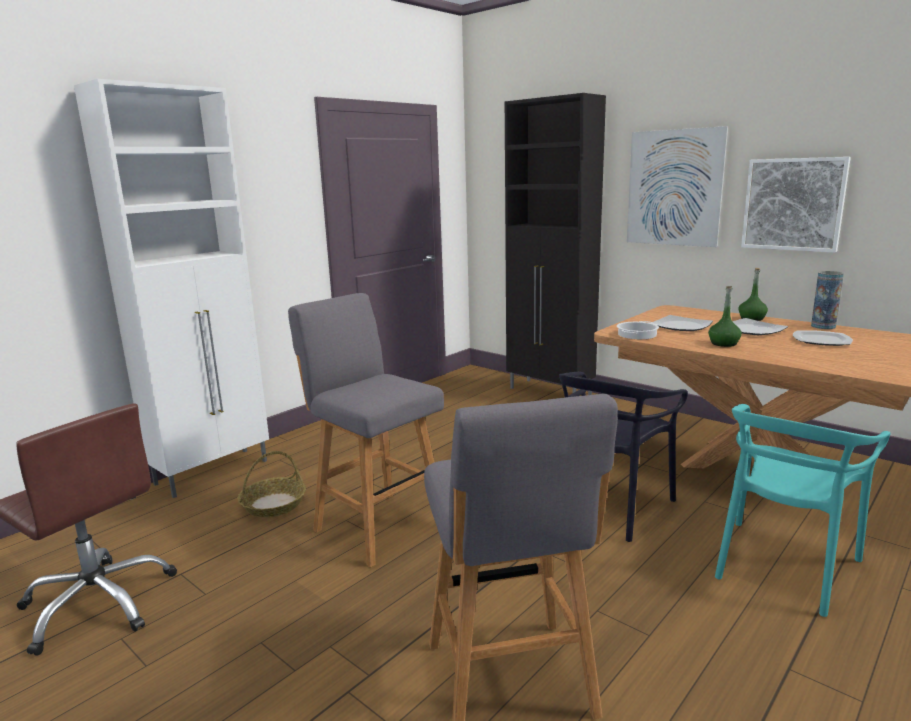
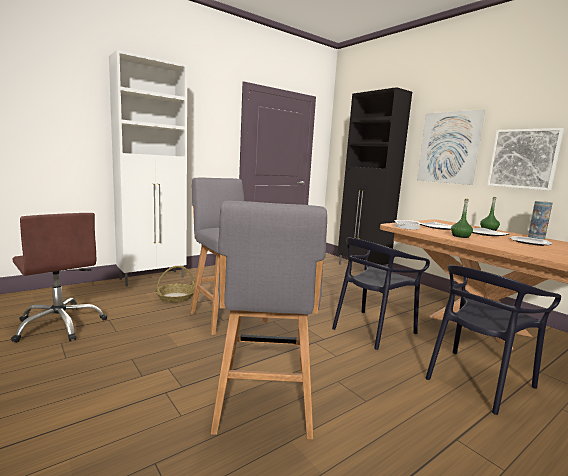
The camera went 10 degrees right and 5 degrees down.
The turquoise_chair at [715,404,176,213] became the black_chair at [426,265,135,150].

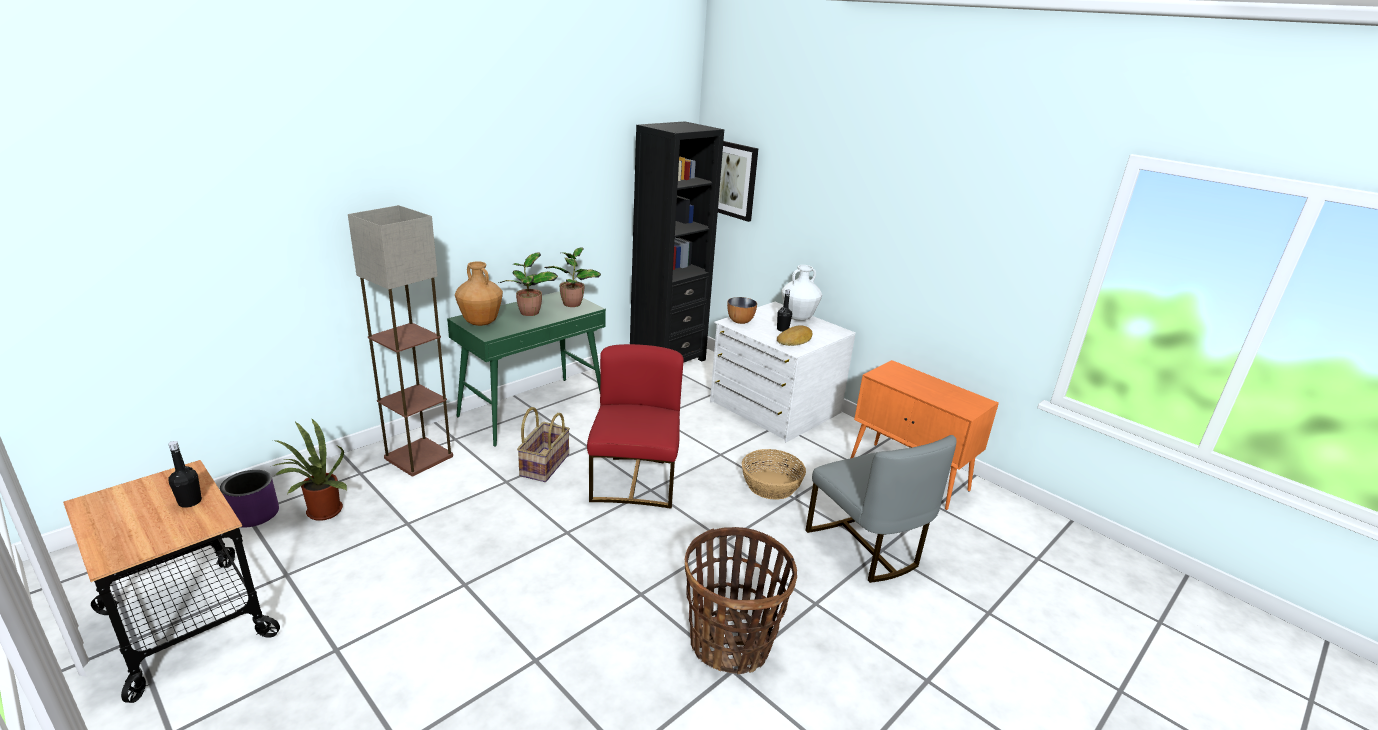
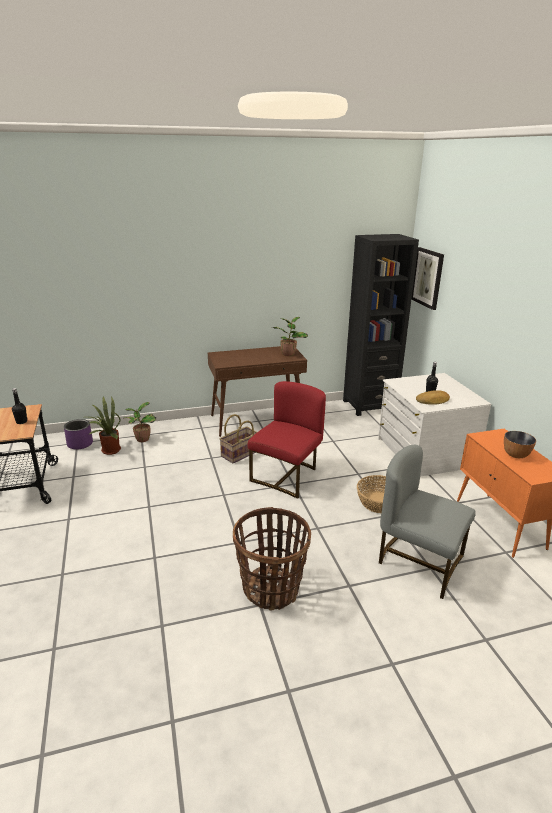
The camera went 30 degrees right and 0 degrees up.
The floor_lamp at [348,205,105,271] disappeared.
The green_console_table at [447,291,159,156] became the brown_console_table at [208,346,99,91].
The brown_vase at [455,262,48,64] disappeared.
The potted_plant moved from [498,252,60,64] to [123,402,33,40].
The bowl moved from [727,297,30,27] to [504,431,32,27].
The white_vase at [782,265,40,56] disappeared.
The grey_chair at [805,435,152,148] turned 120 degrees clockwise.

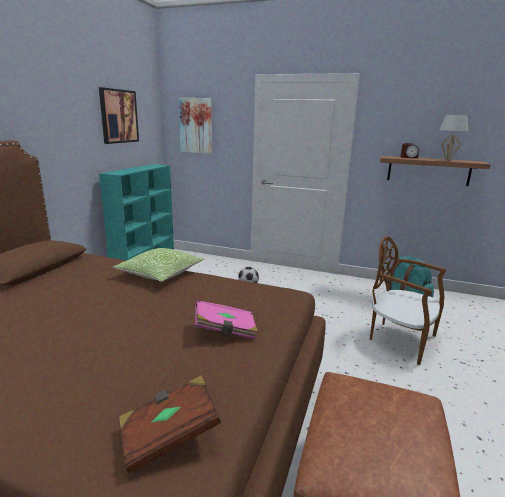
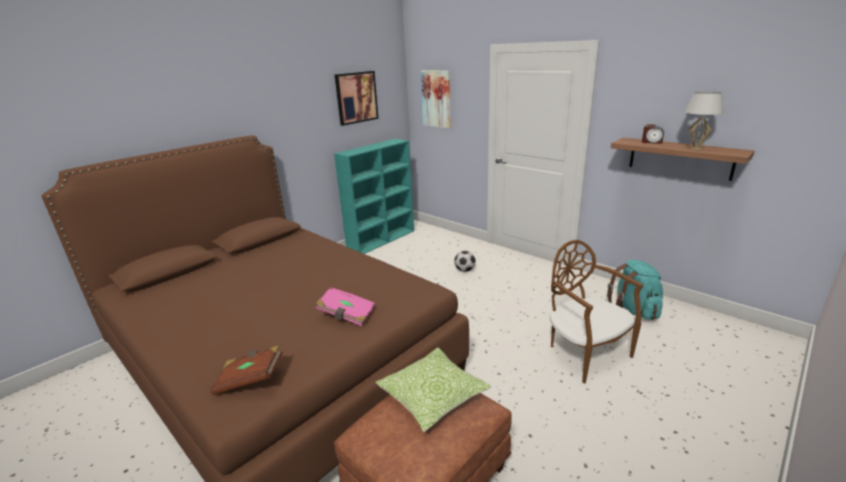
The camera went 25 degrees right and 5 degrees up.
The pillow moved from [113,248,91,34] to [376,348,115,84].

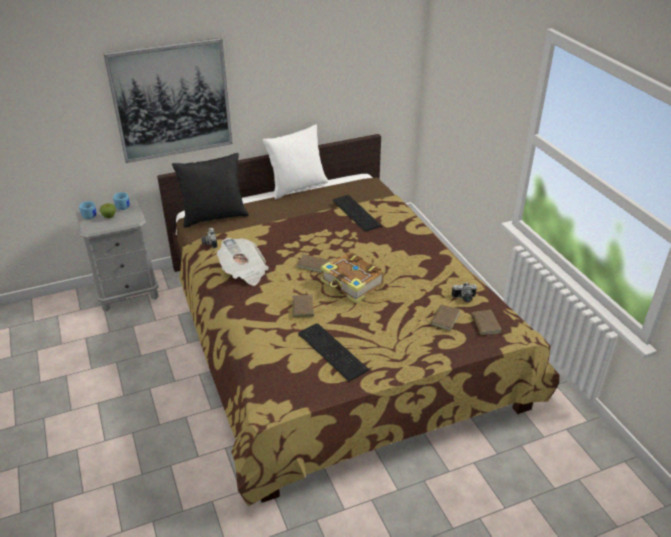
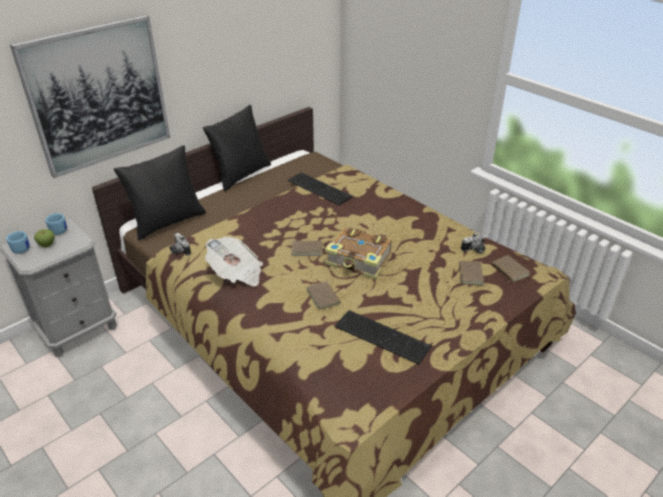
The camera went 20 degrees left and 0 degrees up.
The white_pillow at [263,125,65,74] became the black_pillow at [203,105,68,86].

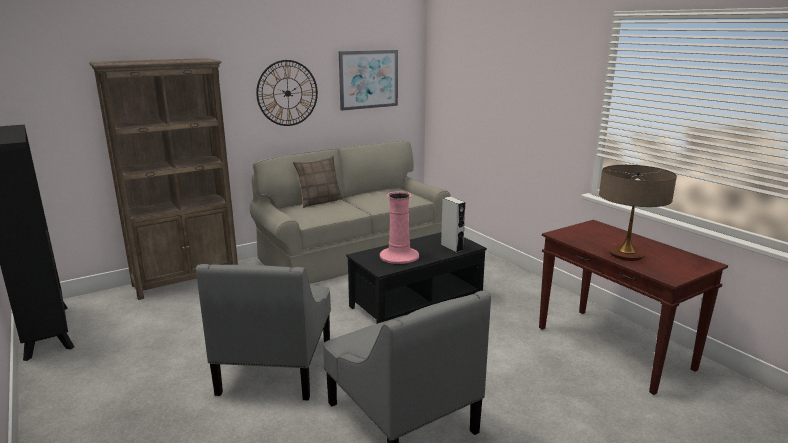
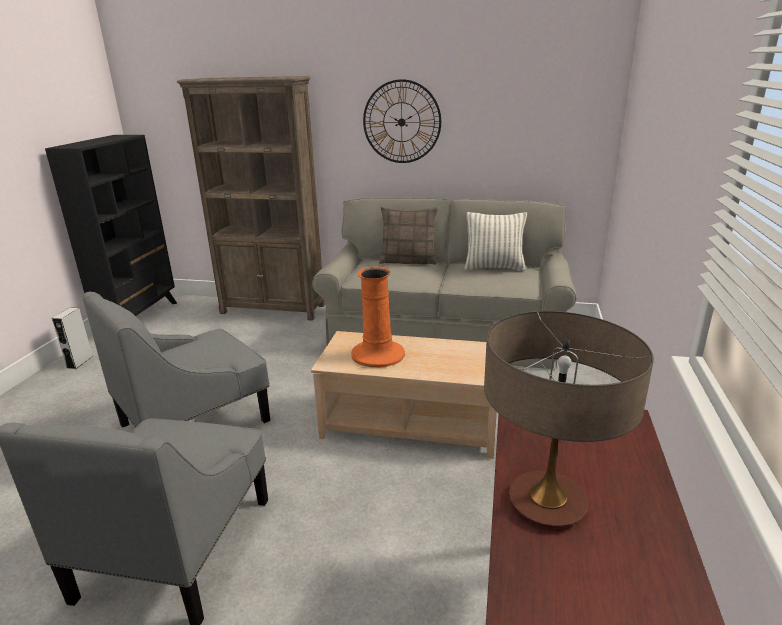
The camera went 45 degrees right and 5 degrees up.
The picture at [339,50,59,61] disappeared.
The black_coffee_table at [346,232,141,92] became the beige_coffee_table at [311,331,186,128].
The pink_vase at [380,191,39,73] became the orange_vase at [351,266,54,101].
The grey_speaker moved from [441,196,24,57] to [52,307,41,62].
The pillow at [464,212,63,59] appeared.

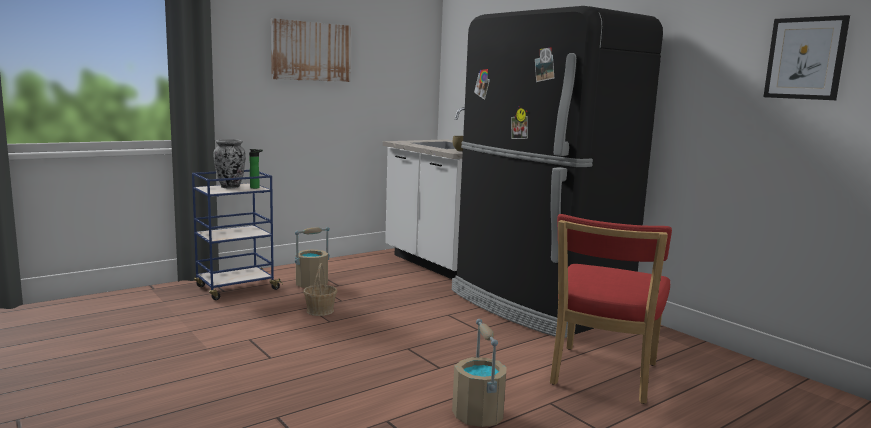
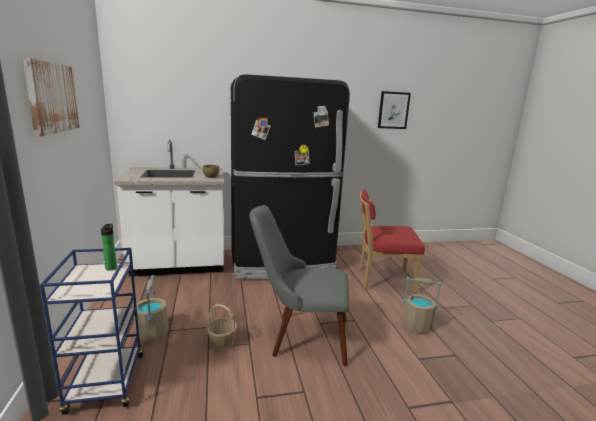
The camera went 65 degrees left and 5 degrees up.
The vase at [213,139,33,49] disappeared.
The red_chair at [550,214,122,190] turned 135 degrees clockwise.
The grey_chair at [249,205,100,161] appeared.

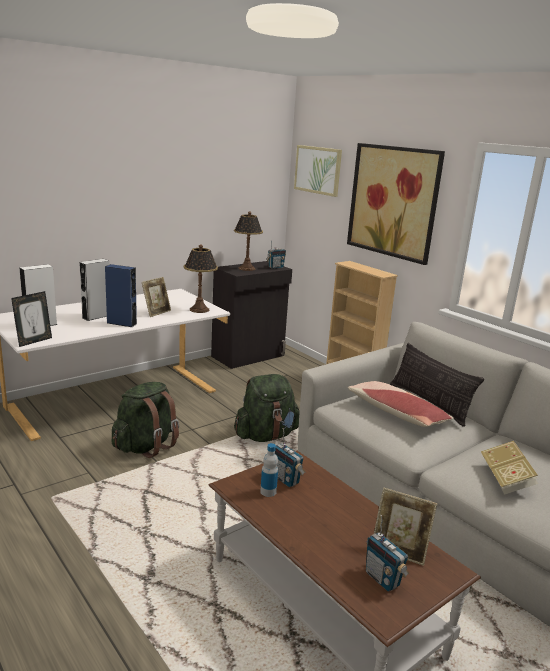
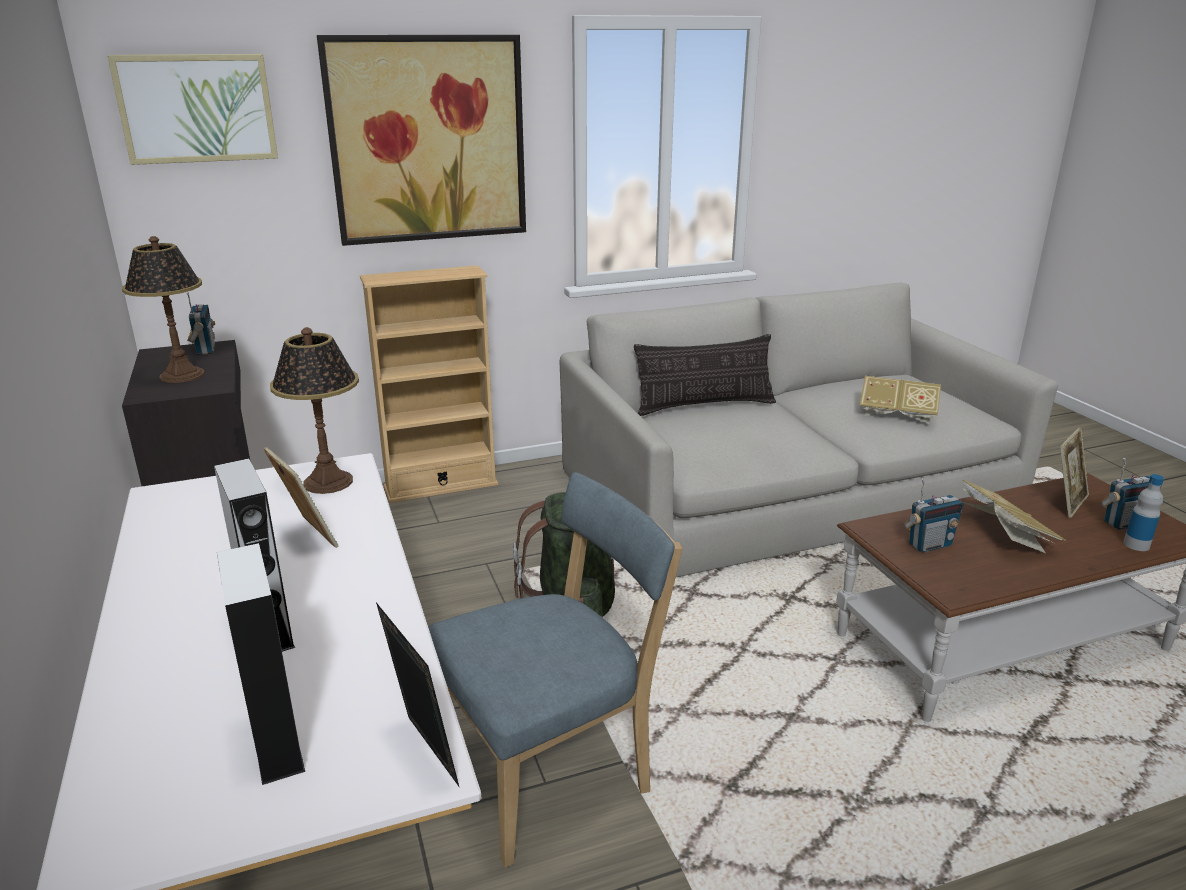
The camera went 70 degrees left and 5 degrees up.
The blue_speaker at [105,264,32,63] disappeared.
The green_backpack at [112,382,67,76] was replaced by the blue_chair at [428,472,255,396].
The bottle moved from [260,443,18,54] to [1123,474,41,77].
The pillow at [348,381,106,46] disappeared.
The book at [961,479,104,74] appeared.

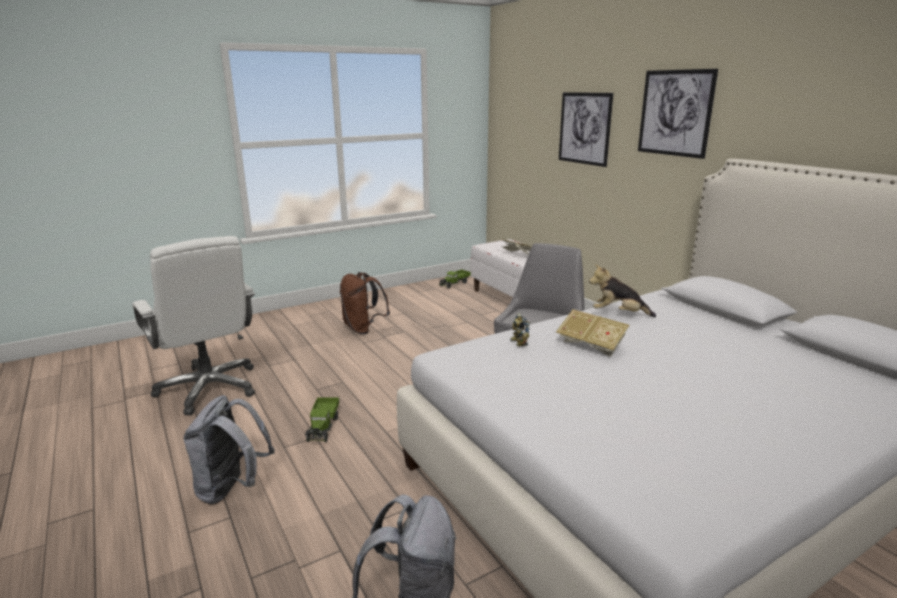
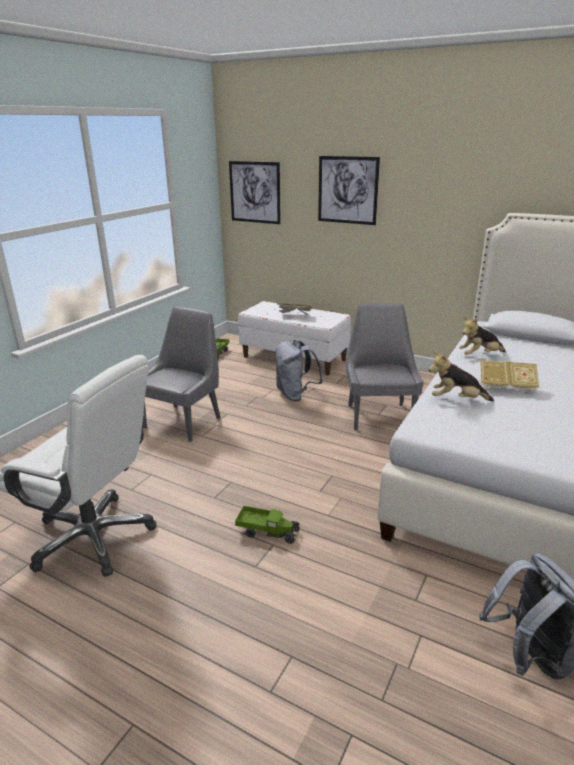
The camera went 30 degrees left and 5 degrees up.
The grey_backpack moved from [184,395,91,109] to [275,340,48,61].
The toy_truck at [305,397,34,45] turned 45 degrees counterclockwise.
The brown_backpack at [340,272,50,62] was replaced by the grey_chair at [142,307,78,135].
The toy_robot at [510,313,20,33] was replaced by the plush_toy at [429,352,65,49].
The picture moved from [638,69,80,90] to [229,161,52,63].

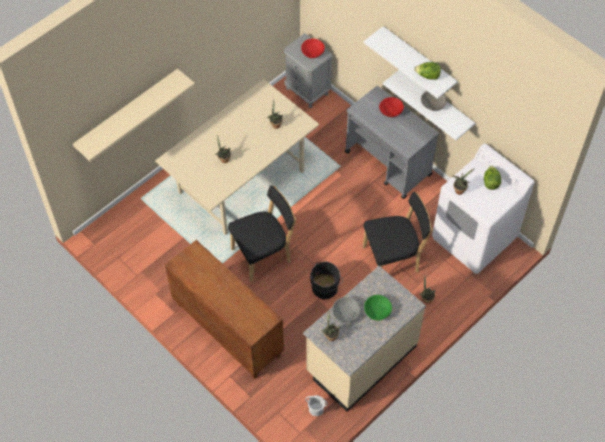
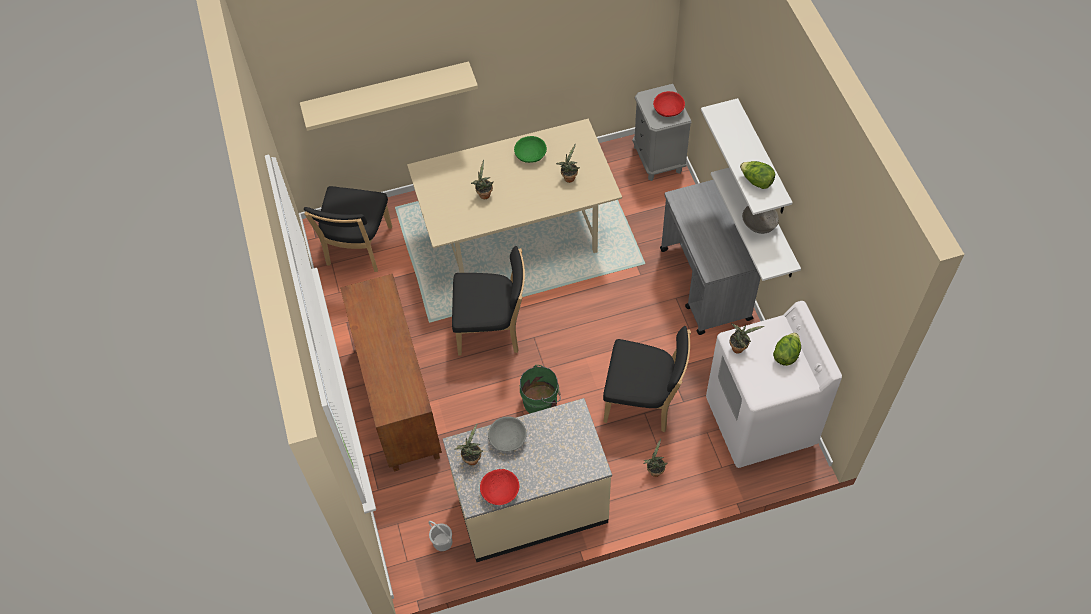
The camera went 30 degrees right and 0 degrees up.
The black_bucket at [310,262,33,38] became the green_bucket at [520,365,41,48].
The green_bowl moved from [364,295,28,25] to [514,136,33,27].
The red_bowl moved from [379,97,25,20] to [480,469,39,36].
The black_chair at [304,186,88,86] appeared.

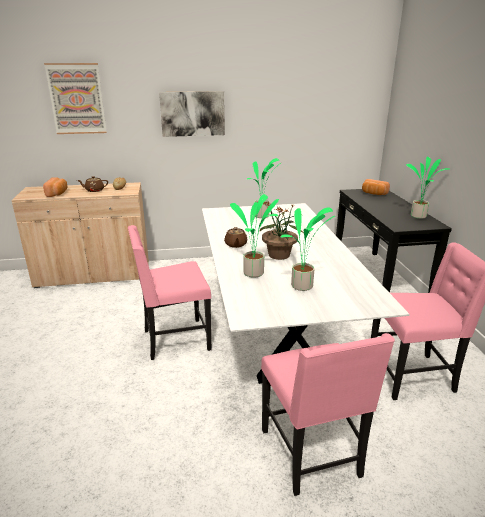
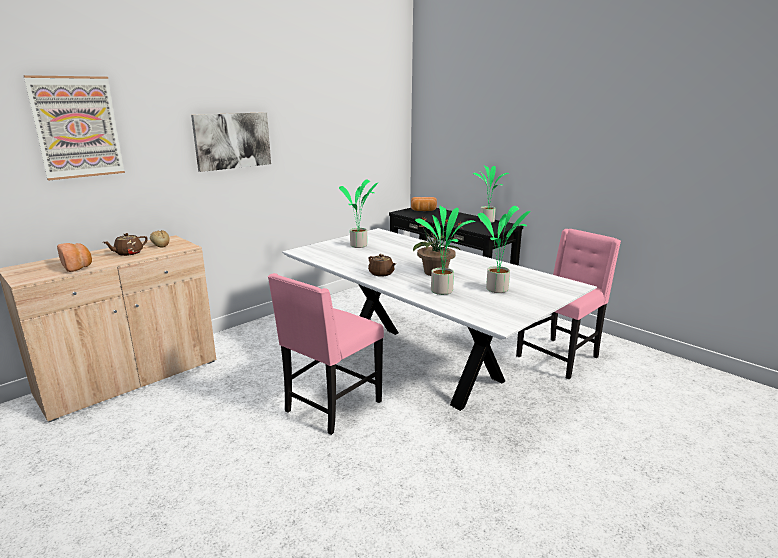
The camera went 35 degrees left and 5 degrees down.
The pink_chair at [261,333,134,163] disappeared.

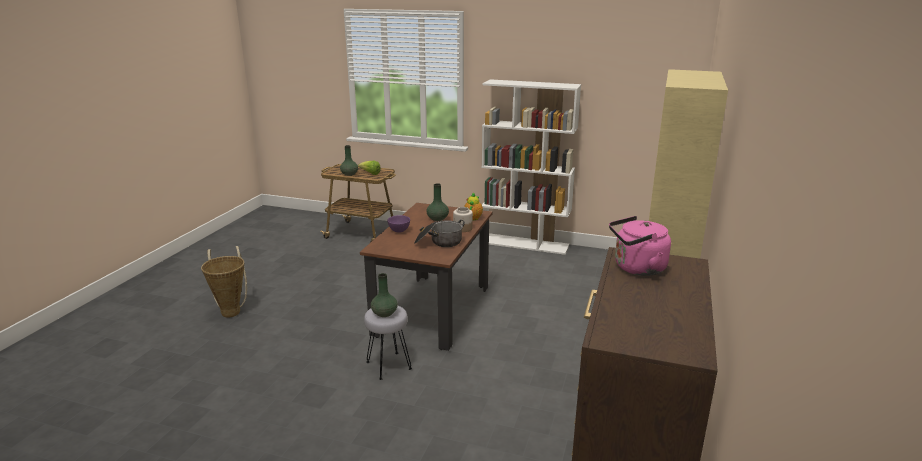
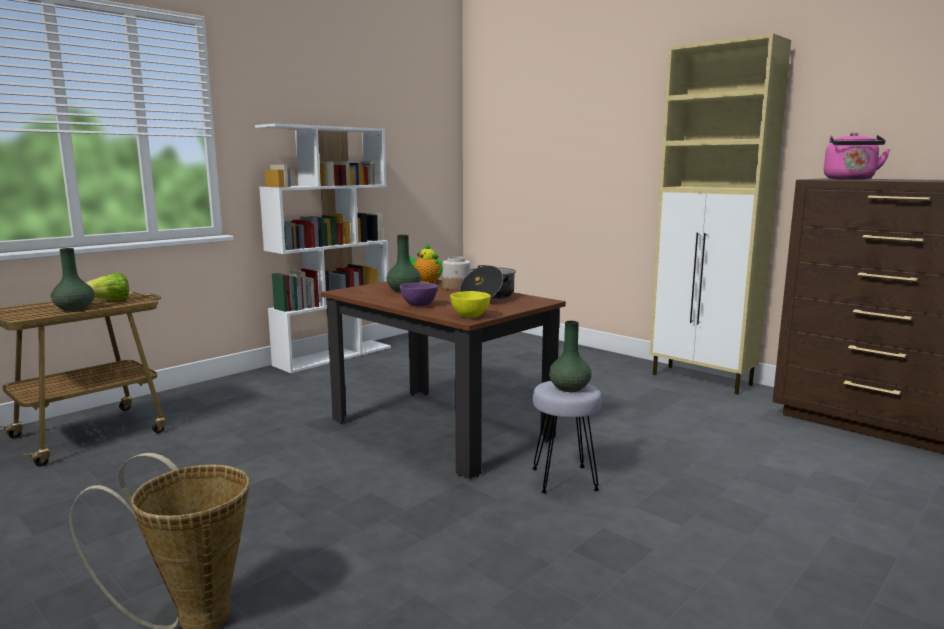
The camera went 65 degrees left and 10 degrees down.
The yellow_bowl at [450,291,41,27] appeared.

